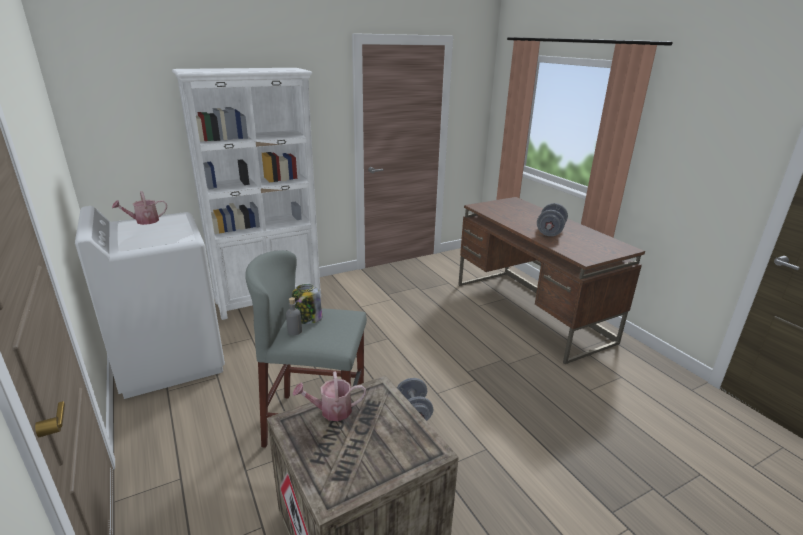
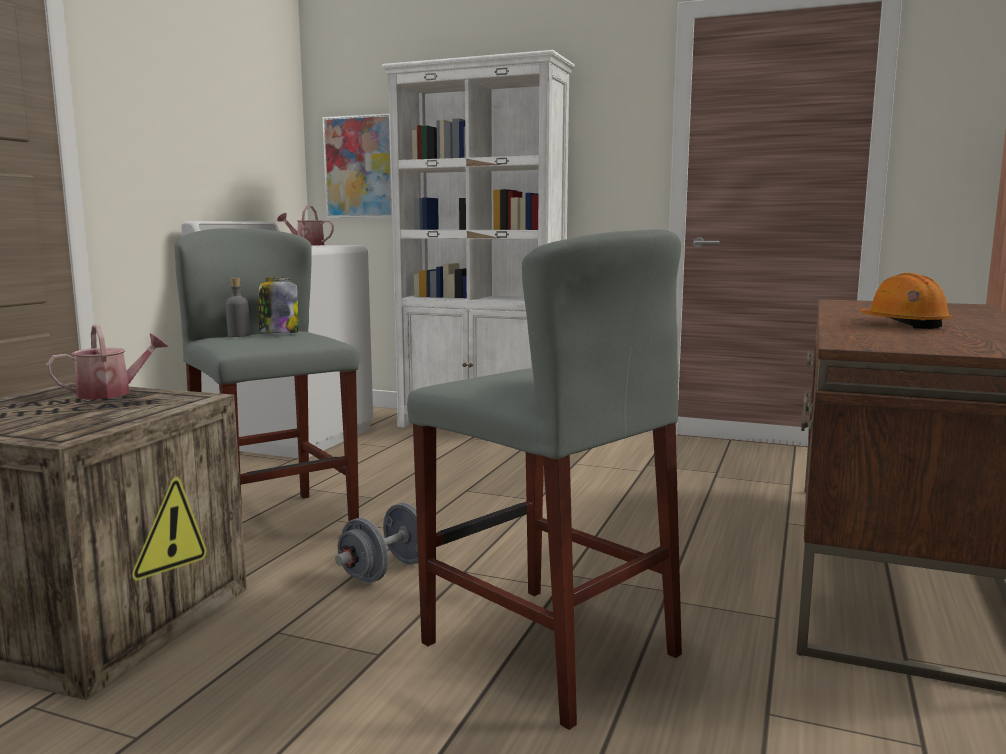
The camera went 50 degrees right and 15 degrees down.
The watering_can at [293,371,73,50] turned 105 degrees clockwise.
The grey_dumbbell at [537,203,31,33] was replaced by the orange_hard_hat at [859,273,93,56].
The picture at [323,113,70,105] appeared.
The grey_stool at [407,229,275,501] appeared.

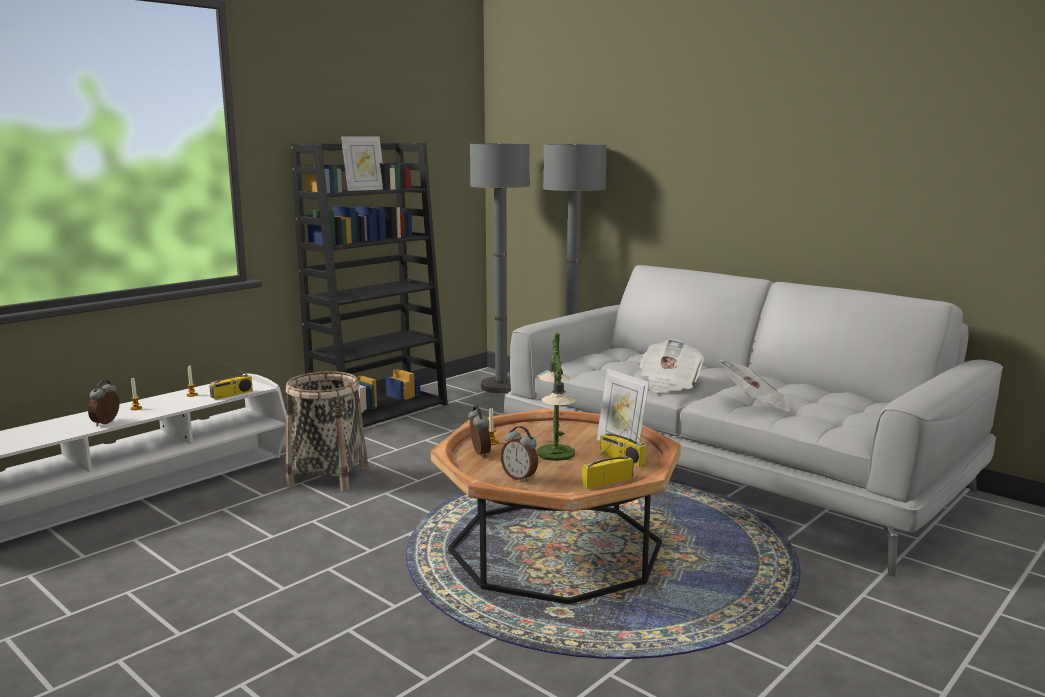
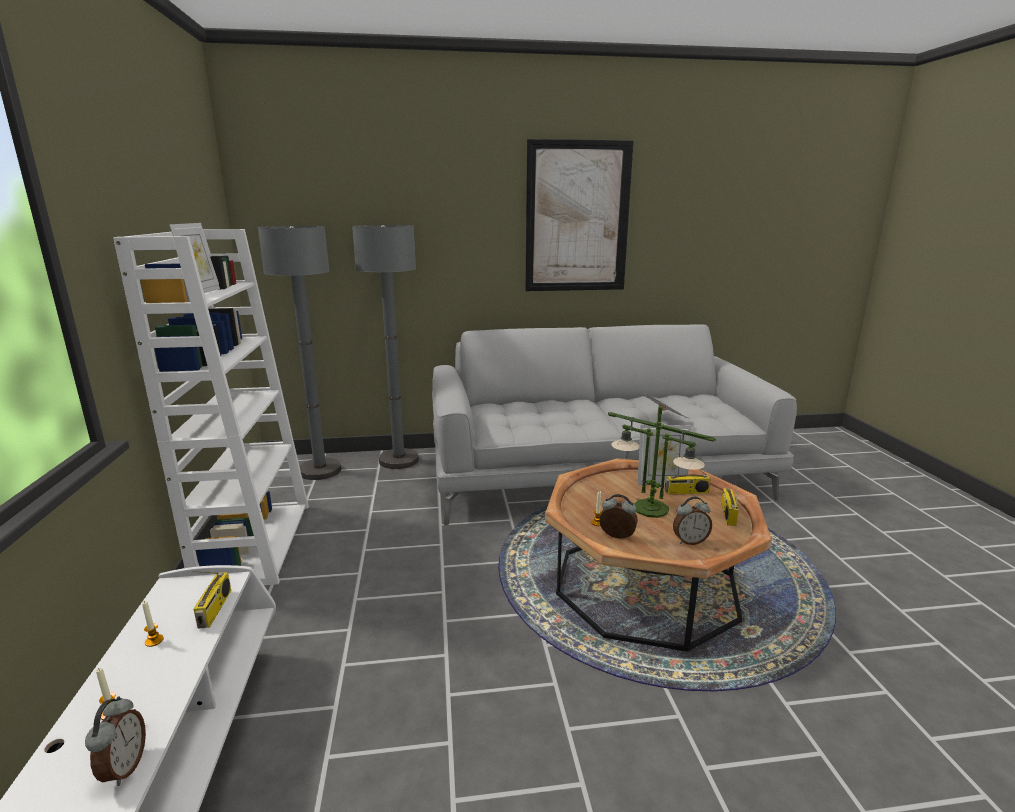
The camera went 50 degrees left and 5 degrees up.
The alarm_clock at [88,380,32,46] turned 150 degrees counterclockwise.
The basket at [286,371,82,120] disappeared.
The black_bookcase at [290,143,158,284] became the white_bookcase at [113,229,196,356].
The newspaper at [639,339,65,54] disappeared.
The picture at [525,139,109,152] appeared.

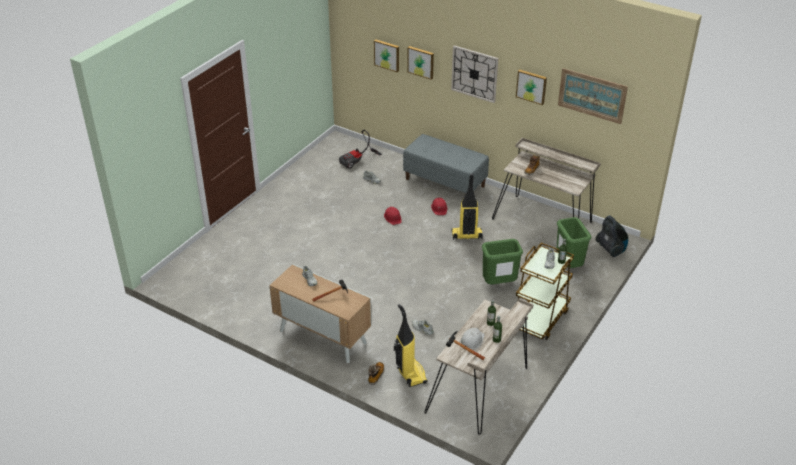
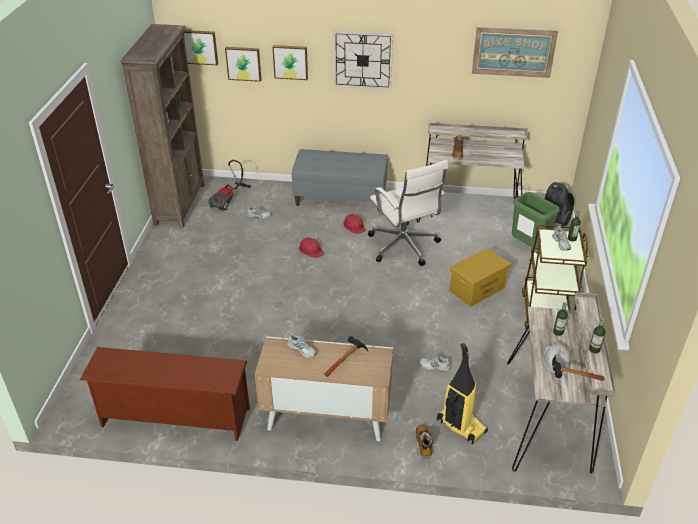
The camera went 25 degrees left and 0 degrees up.
The vacuum_cleaner at [451,173,32,67] was replaced by the white_office_chair at [368,159,80,107].
The green_trash_can at [482,239,41,45] was replaced by the yellow_storage_box at [450,248,61,59].
The picture moved from [516,70,31,35] to [184,30,34,35].
The brown_shoe_rack at [80,347,170,94] appeared.
The brown_bookcase at [120,24,85,204] appeared.

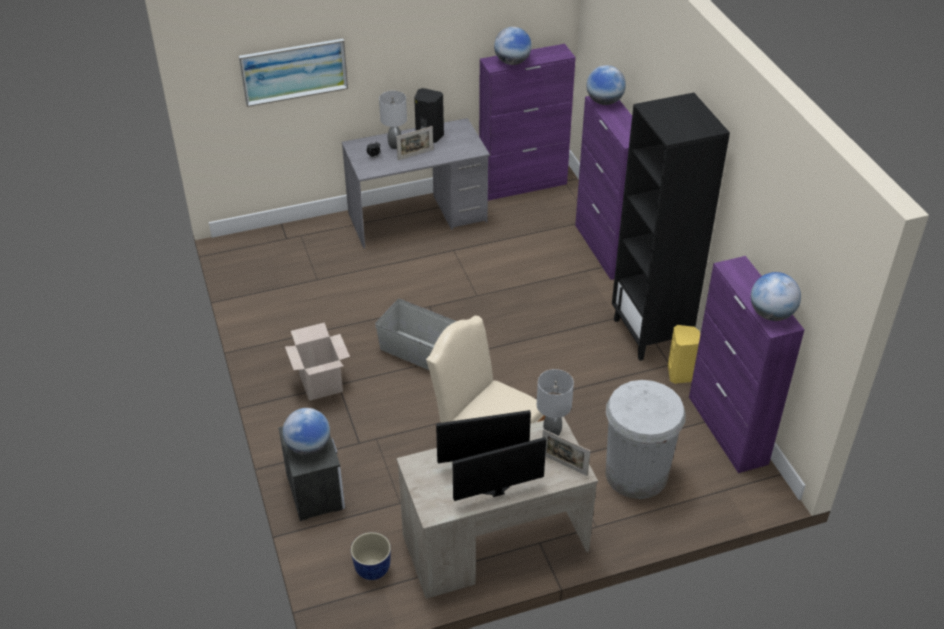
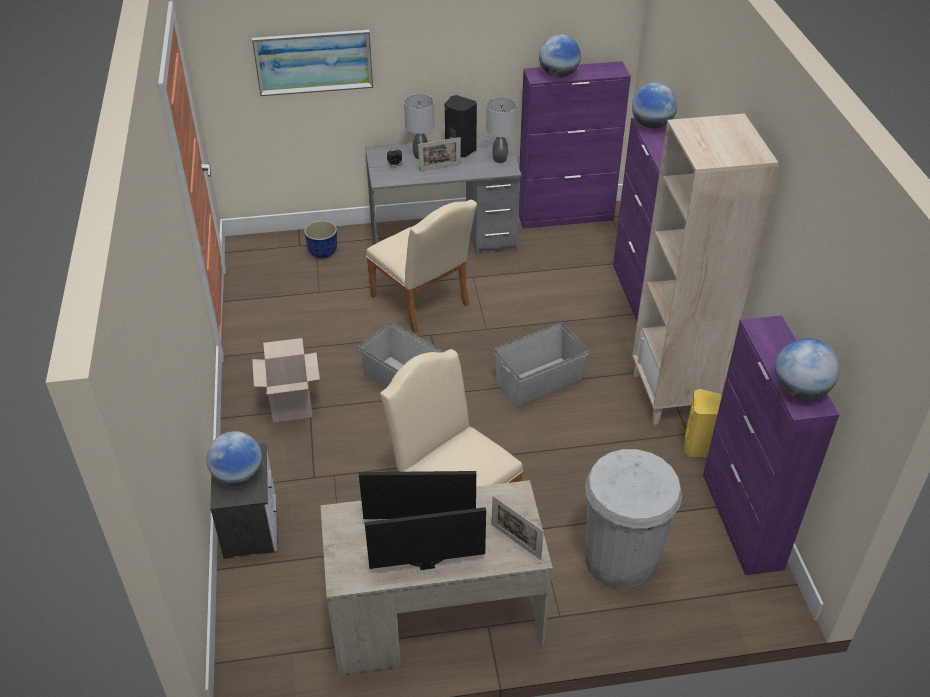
The camera went 10 degrees right and 0 degrees up.
The planter moved from [351,532,40,48] to [304,221,33,38].
The grey_table_lamp moved from [537,369,37,67] to [486,97,30,66].
The black_bookcase at [612,93,118,268] became the beige_bookcase at [632,114,146,311].
The beige_chair at [366,200,111,133] appeared.
The grey_storage_box at [494,322,95,85] appeared.

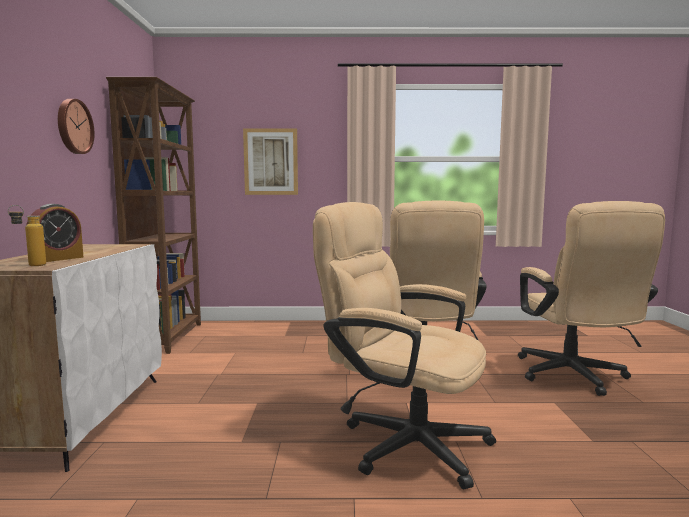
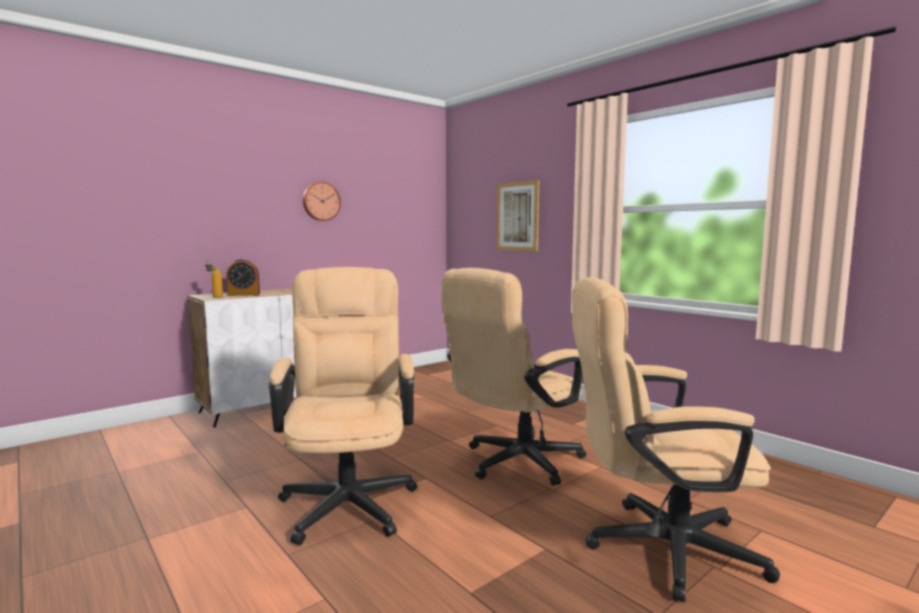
The camera went 50 degrees right and 0 degrees up.
The brown_bookcase at [106,77,95,277] disappeared.
The beige_office_chair at [518,201,147,195] turned 45 degrees clockwise.

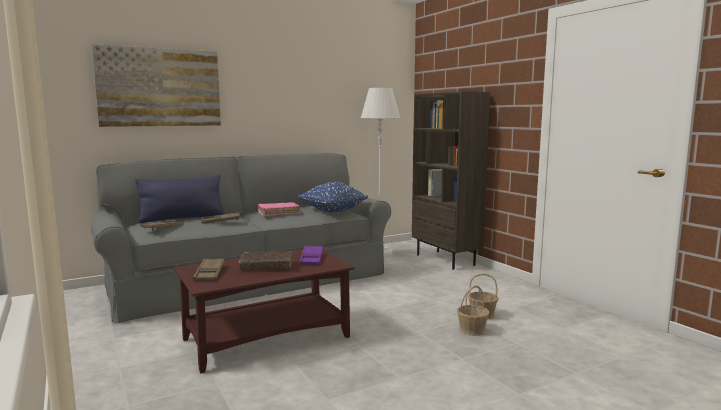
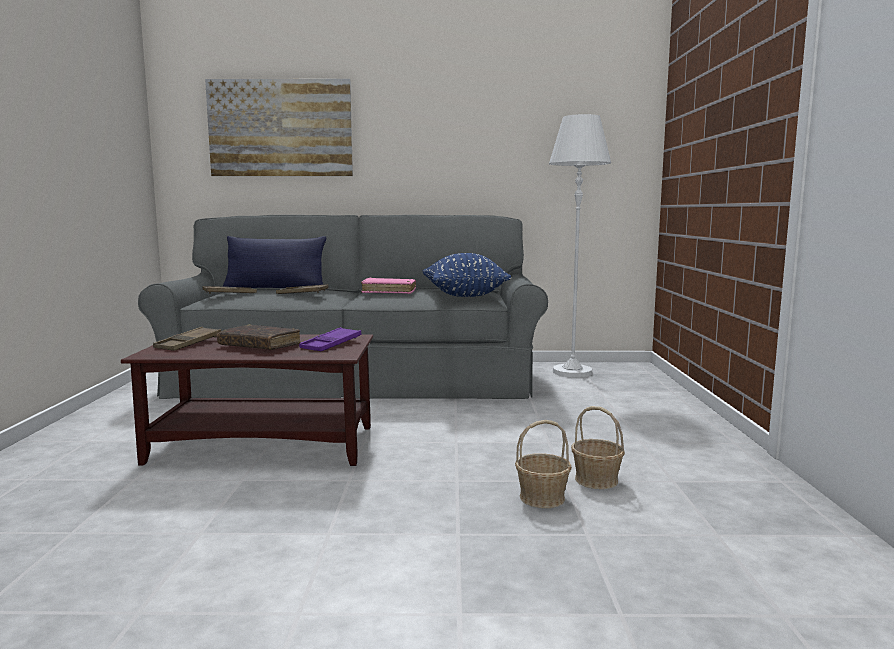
The camera went 30 degrees right and 0 degrees up.
The brown_bookcase at [412,91,78,179] disappeared.

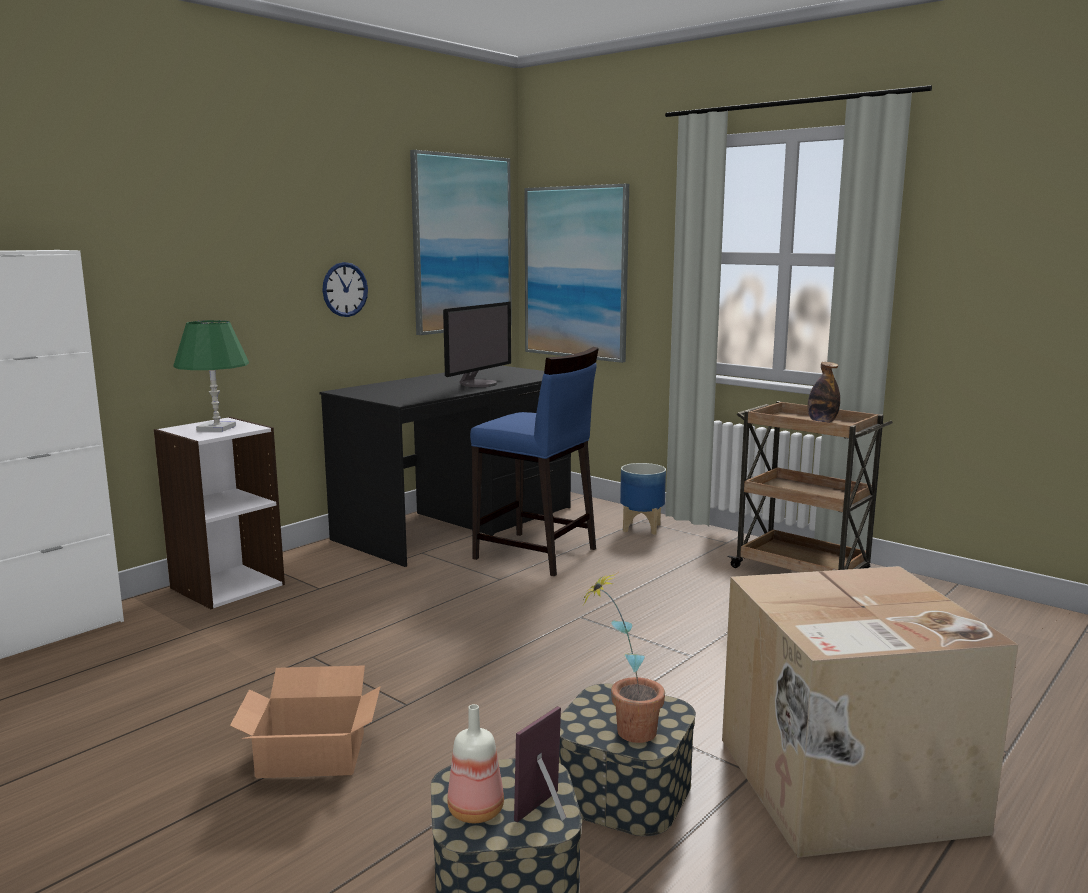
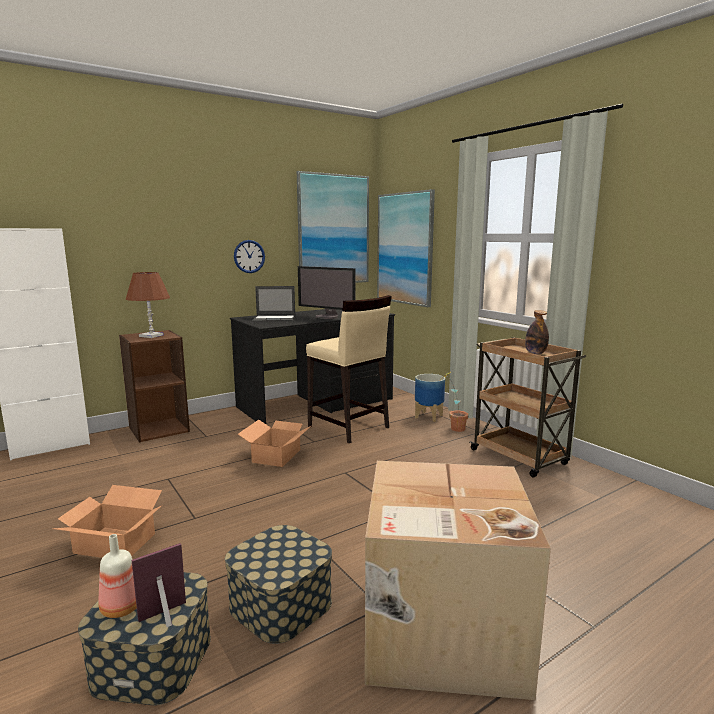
The camera went 15 degrees right and 0 degrees up.
The white_bookcase at [154,417,131,192] became the brown_bookcase at [119,330,71,112].
The green_table_lamp at [173,320,76,112] became the brown_table_lamp at [126,272,44,66].
The monitor at [443,302,68,85] turned 75 degrees clockwise.
The blue_stool at [470,347,129,229] became the beige_stool at [306,295,86,148].
The potted_plant moved from [581,573,84,170] to [441,372,28,60].
The cardboard_box at [238,420,73,47] appeared.
The laptop at [252,286,43,36] appeared.

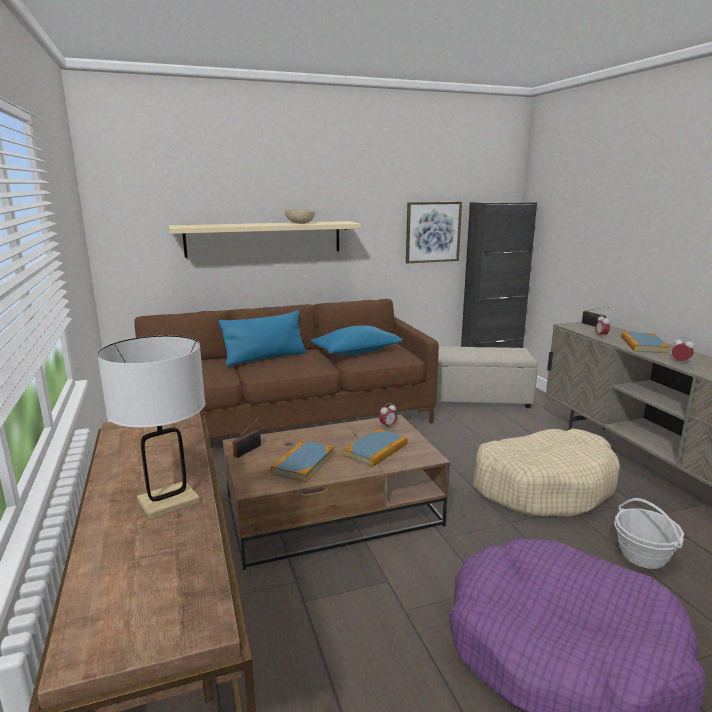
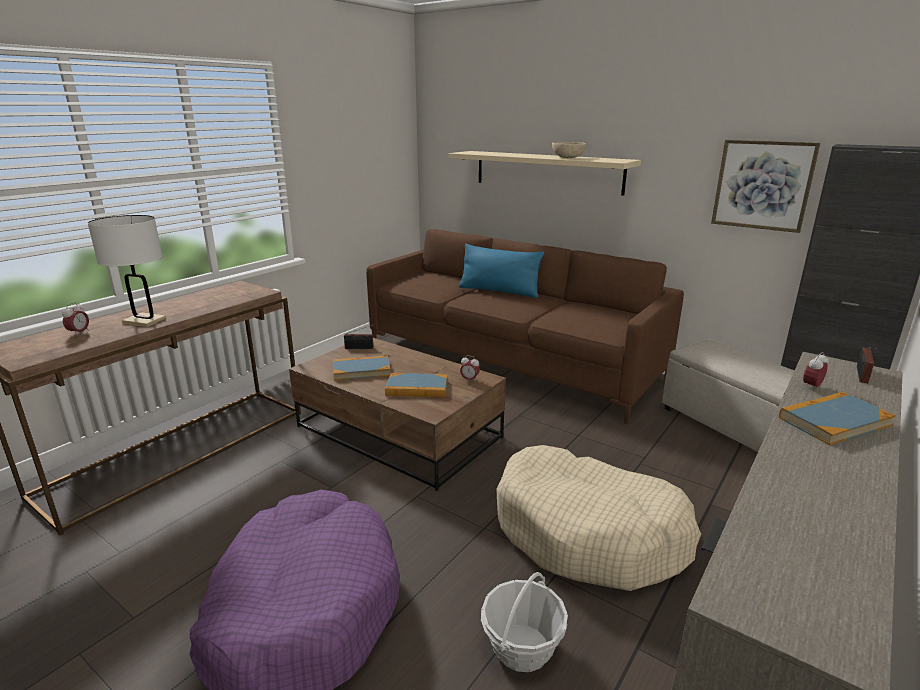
The camera went 55 degrees right and 5 degrees up.
The blue_pillow at [311,325,92,30] disappeared.
The alarm_clock moved from [672,337,23,25] to [62,302,27,32].

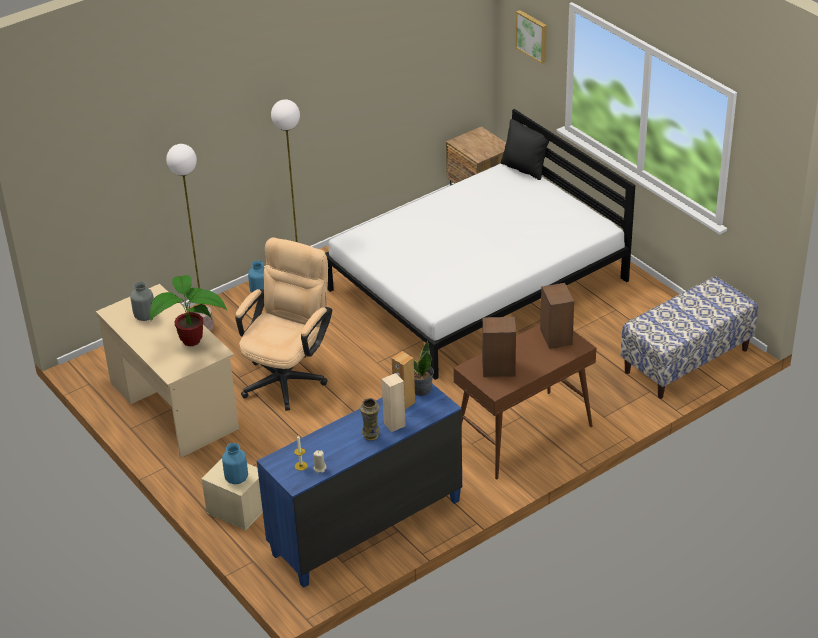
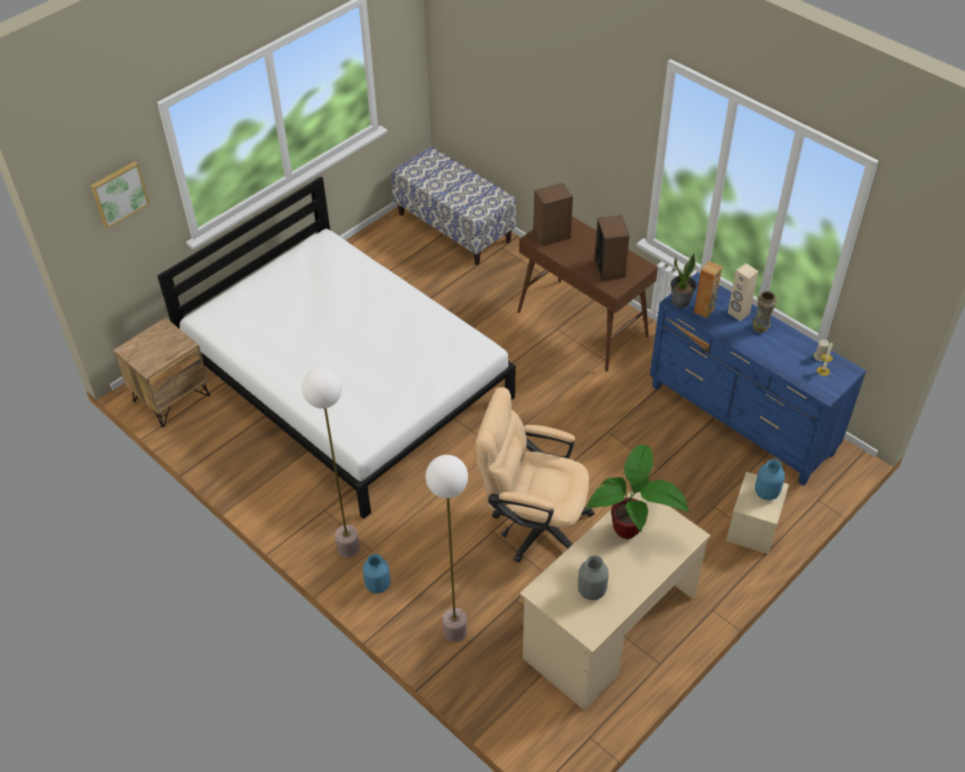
The camera went 100 degrees left and 10 degrees up.
The black_pillow at [501,119,48,61] disappeared.

